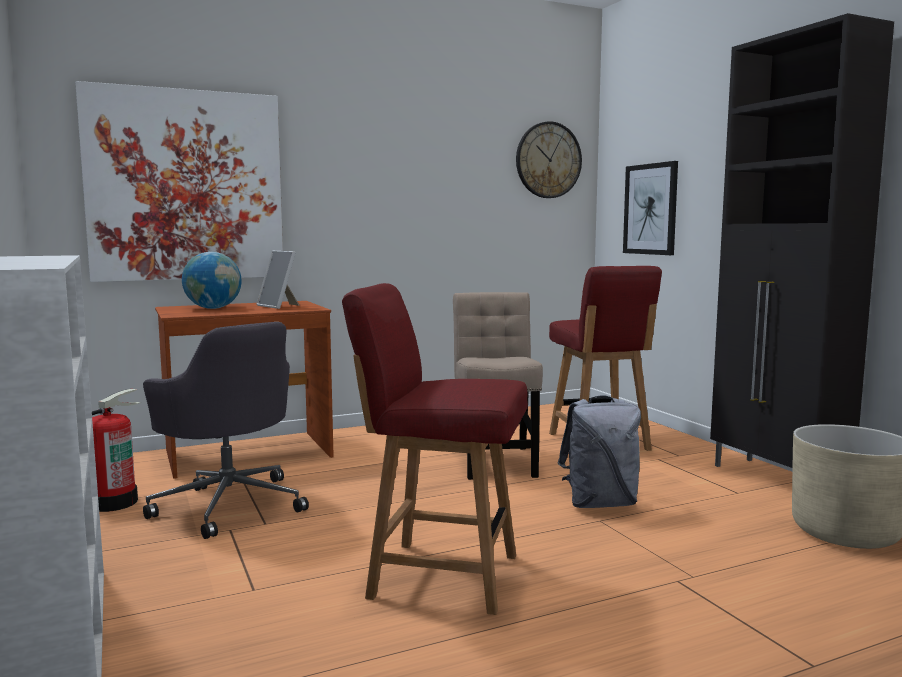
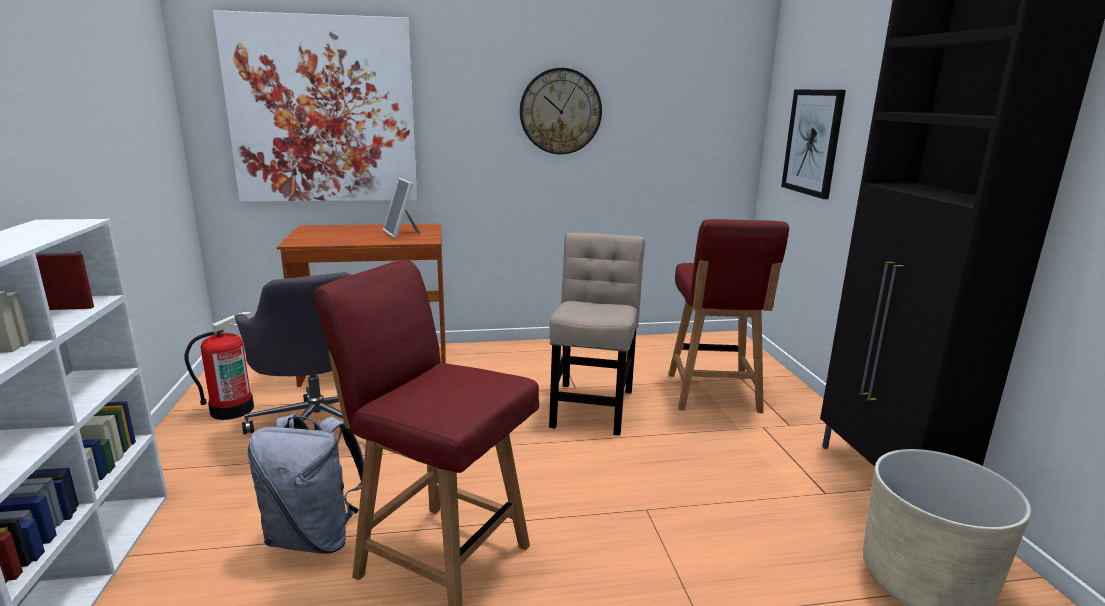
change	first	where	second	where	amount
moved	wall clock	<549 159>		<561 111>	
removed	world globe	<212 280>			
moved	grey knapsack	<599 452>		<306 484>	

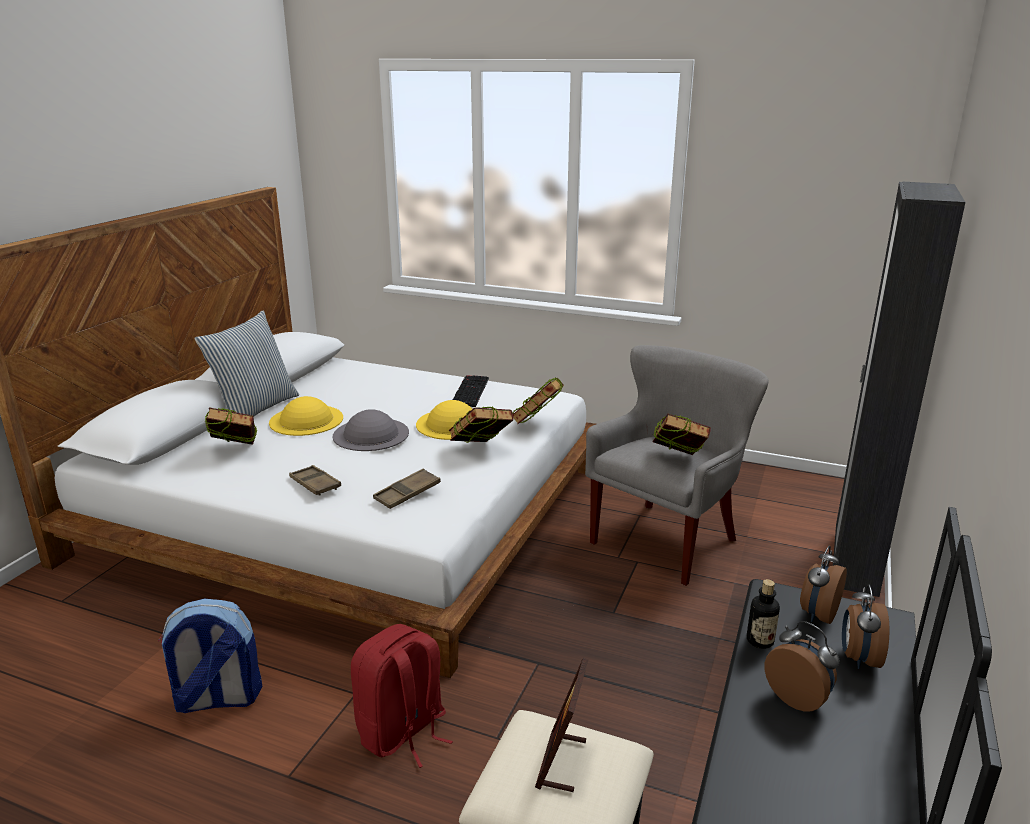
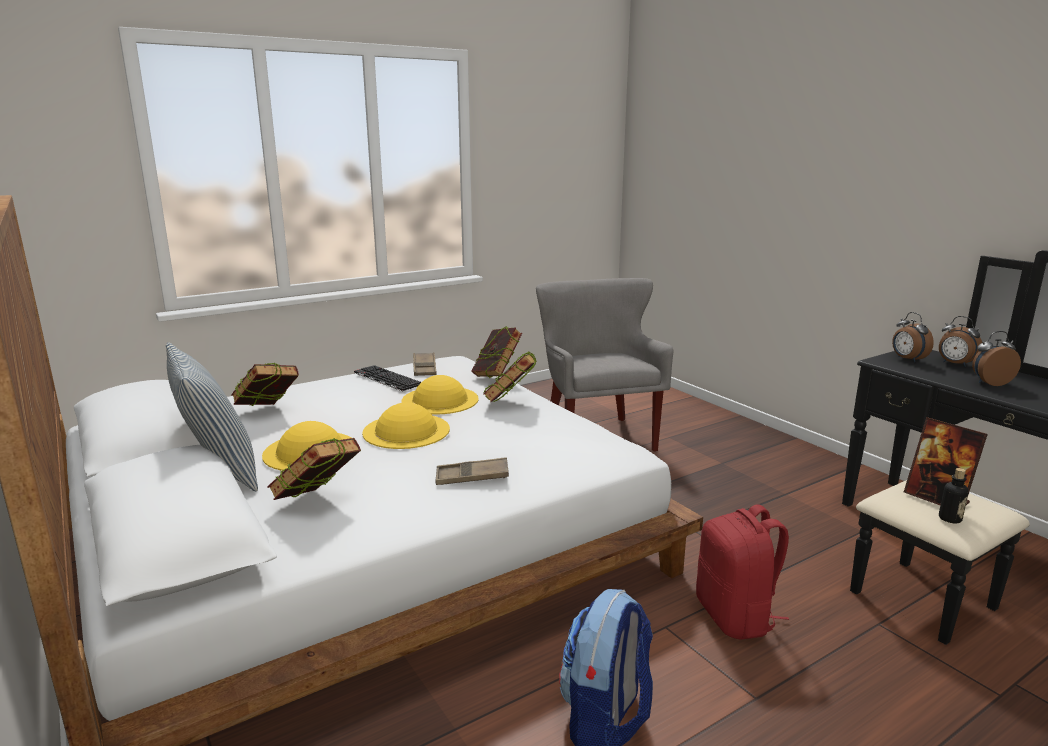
change	first	where	second	where	amount
removed	black-coloured clothes cupboard	<899 389>			
recoloured	grey wearable hat	<371 430>	yellow wearable hat	<406 425>	
moved	volume	<682 434>		<265 384>	
moved	brown-coloured carrying tray	<407 488>		<425 364>	
moved	beverage bottle	<763 614>		<954 495>	

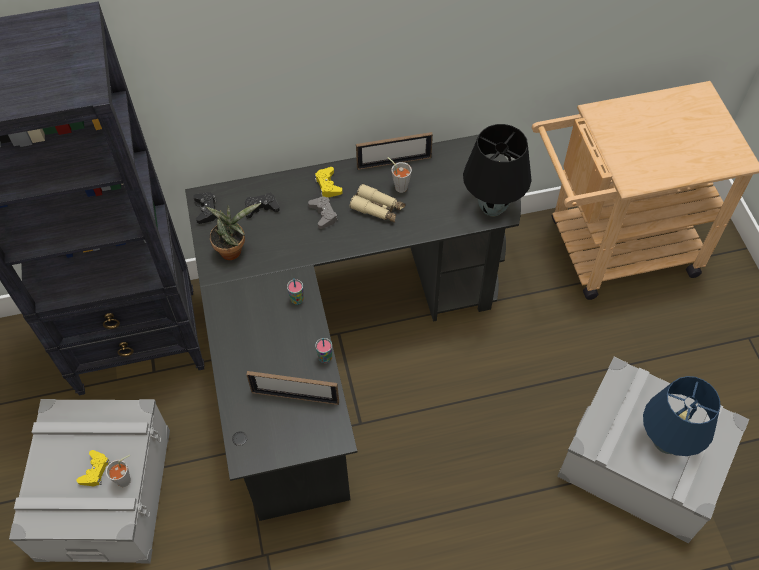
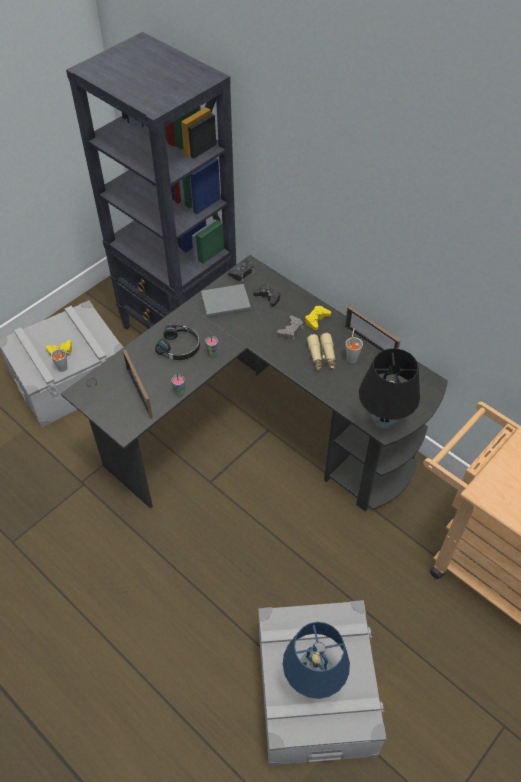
change	first	where	second	where	amount
replaced	houseplant	<233 231>	grey volume	<226 301>	
added			black-coloured pair of headphones	<177 342>	

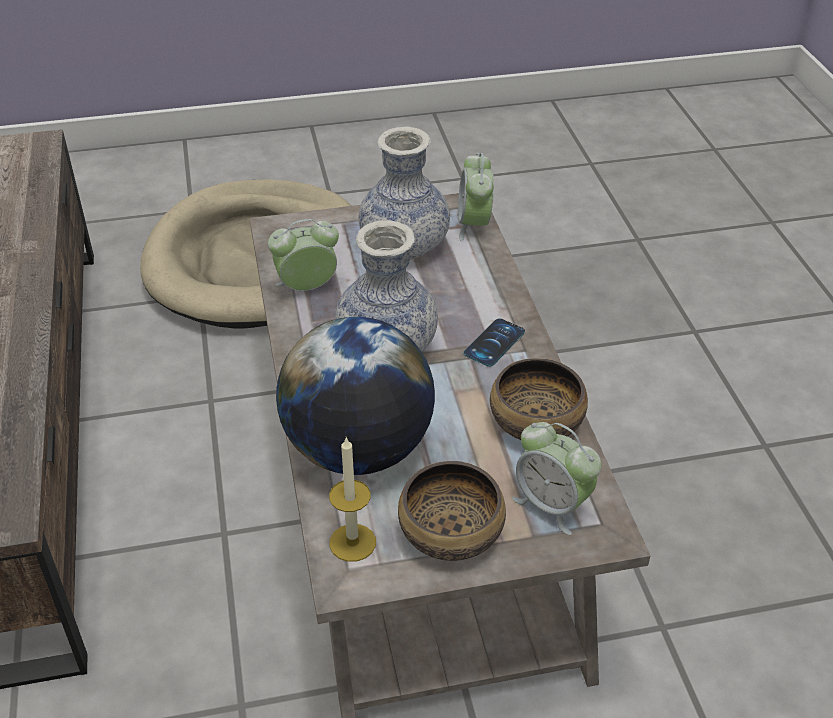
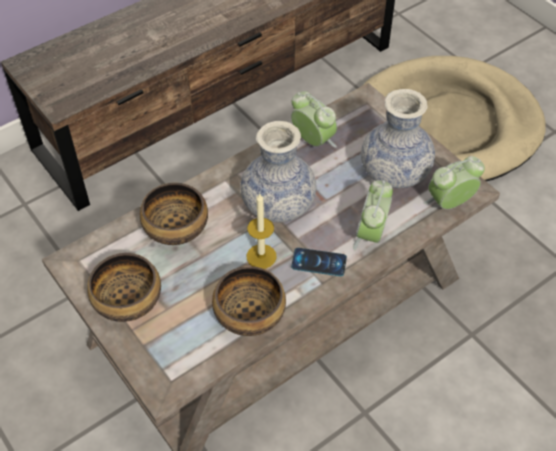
change	first	where	second	where	amount
replaced	world globe	<355 396>	serving bowl	<174 214>	
moved	alarm clock	<556 478>		<373 215>	
moved	wax light	<352 499>		<262 231>	

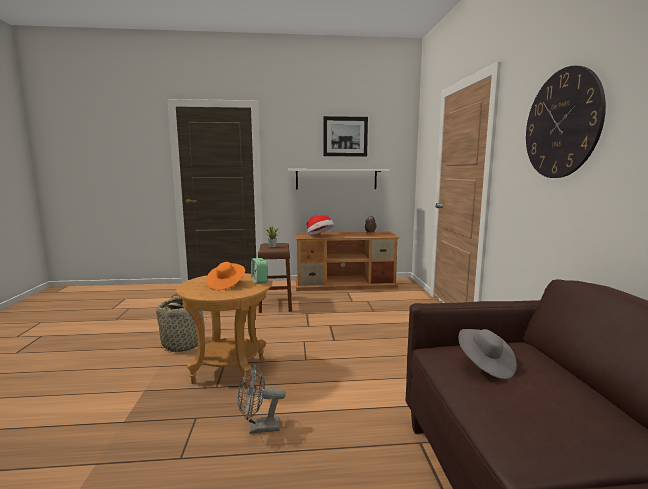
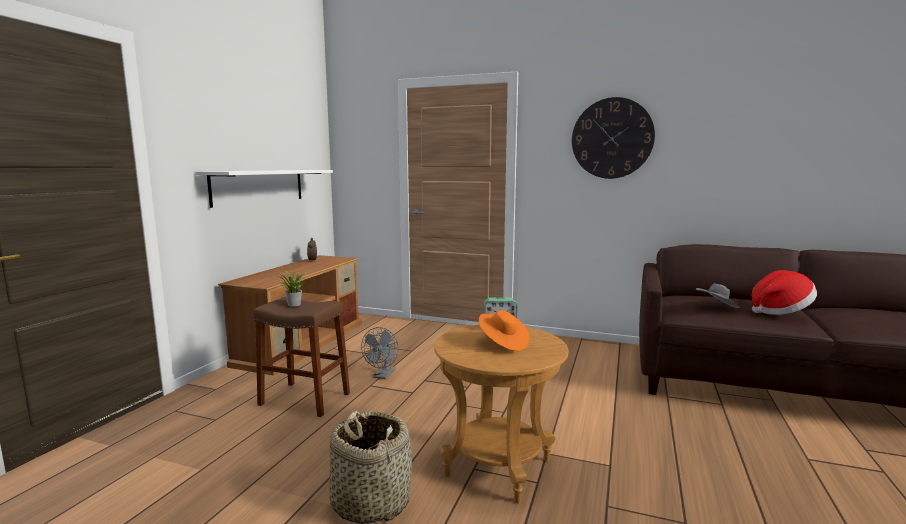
change	first	where	second	where	amount
removed	wall picture	<345 136>			
moved	wearable hat	<320 225>		<784 292>	
moved	grey cooling fan	<262 399>		<380 353>	

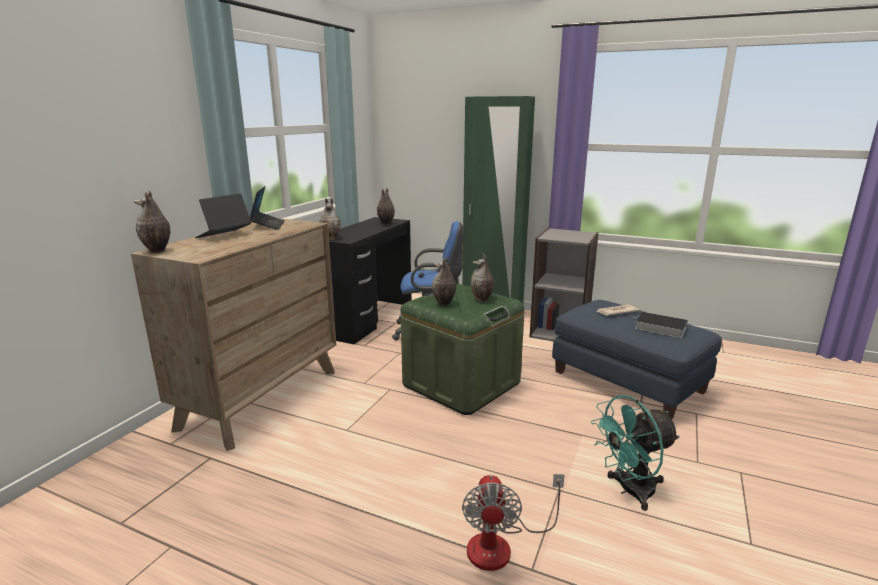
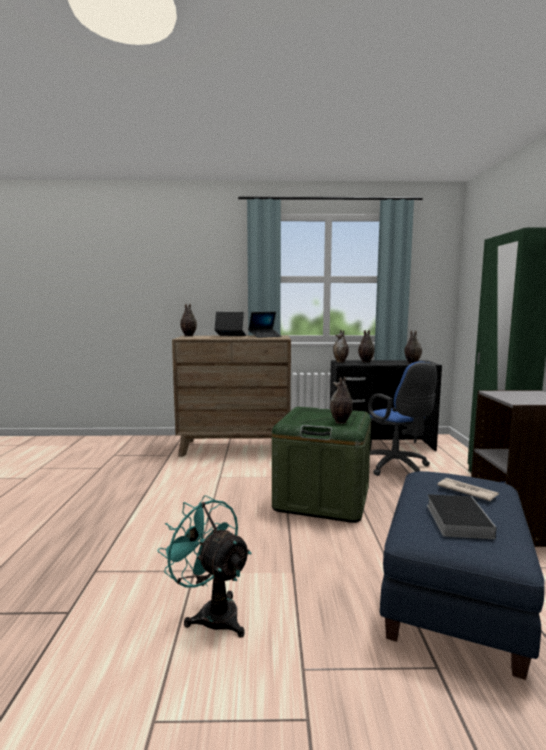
change	first	where	second	where	amount
moved	decorative vase	<444 281>		<366 346>	
removed	cooling fan	<513 522>			

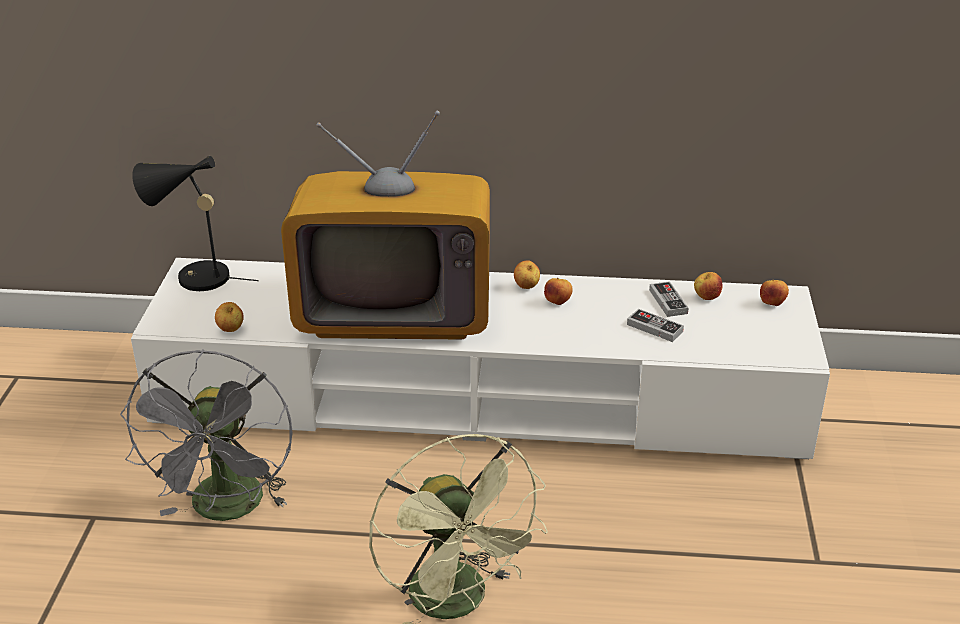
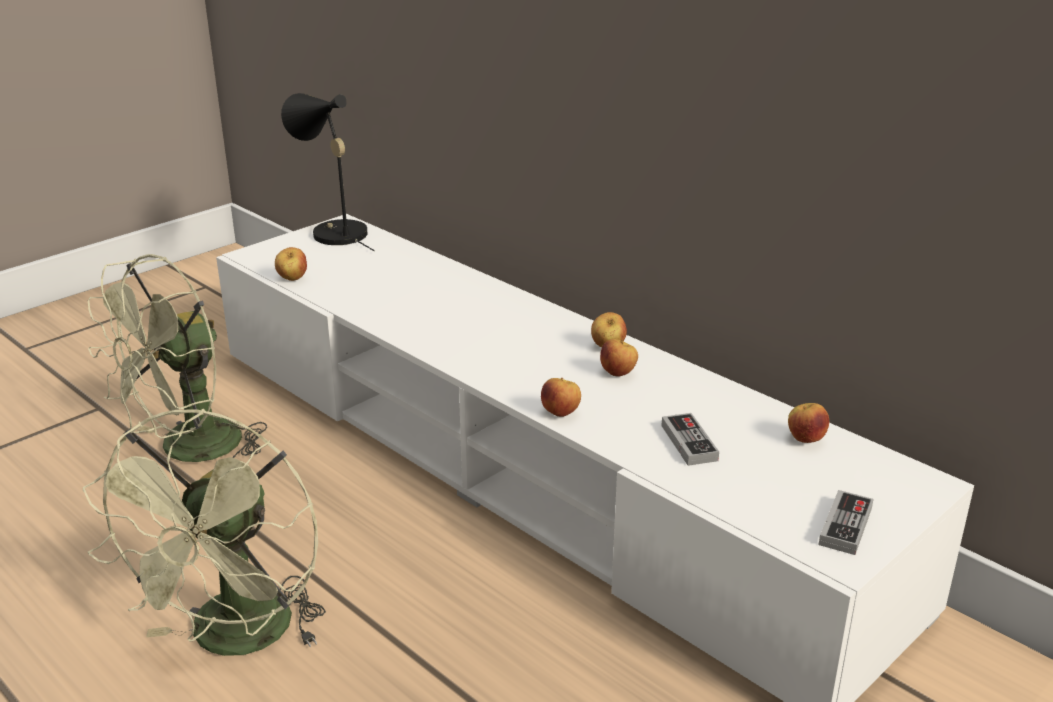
change	first	where	second	where	amount
removed	television	<385 225>			
moved	apple fruit	<774 293>		<561 397>	
moved	joypad	<669 299>		<845 522>	
recoloured	grey cooling fan	<206 435>	greenish cooling fan	<177 358>	

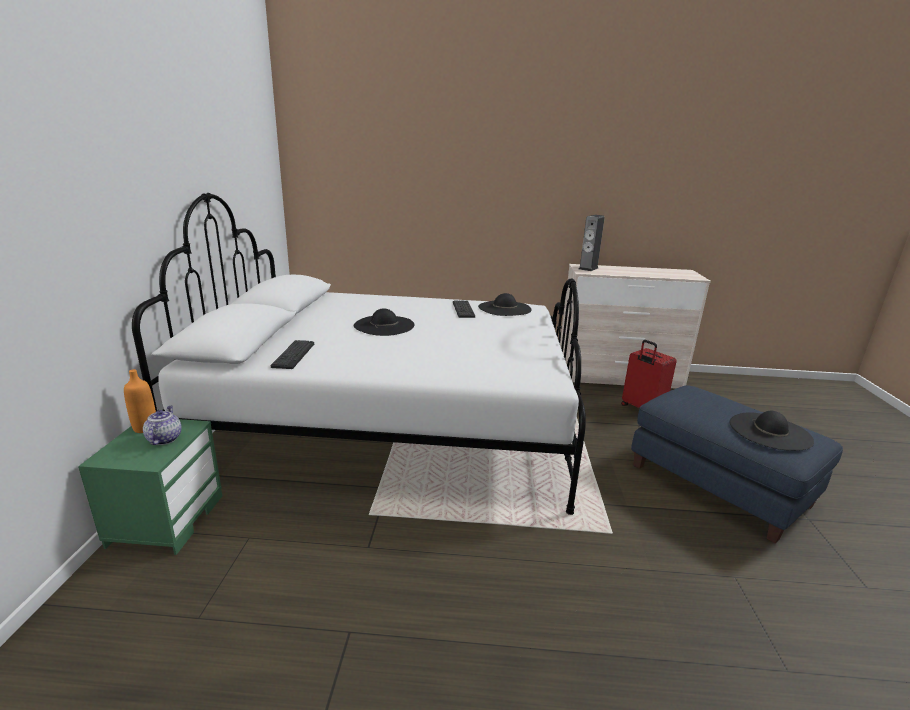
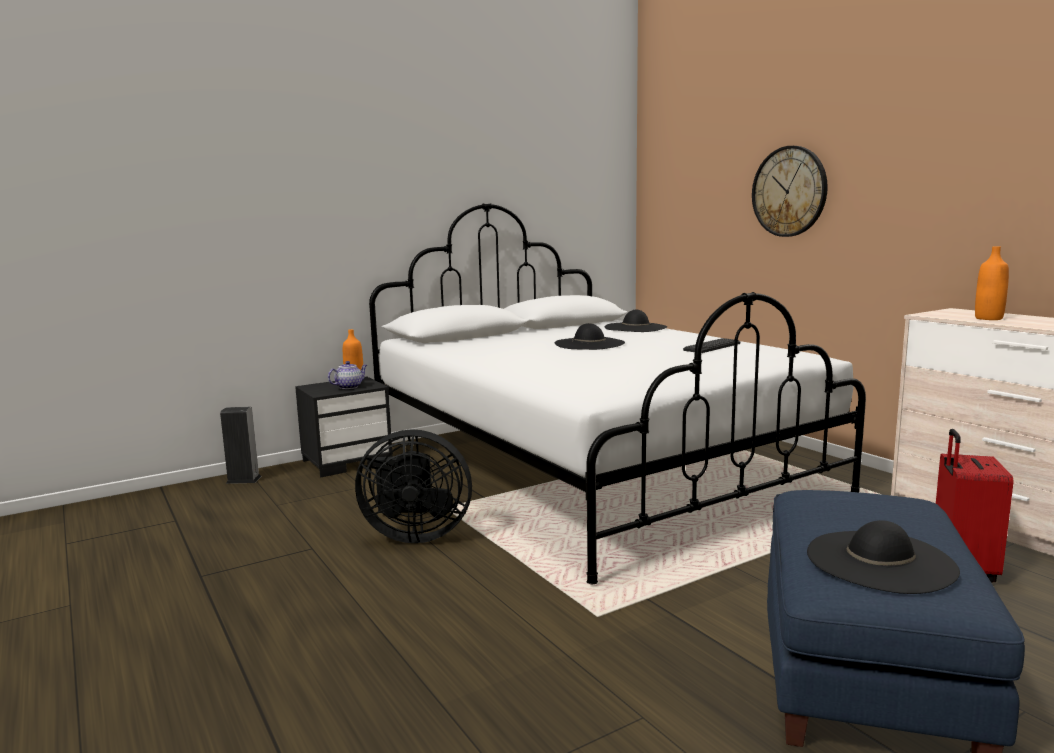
change	first	where	second	where	amount
moved	loudspeaker	<592 243>		<240 445>	
moved	black-coloured wearable hat	<505 304>		<636 321>	
removed	keyboard	<292 354>			
recoloured	greenish nightstand	<150 487>	black-coloured nightstand	<344 427>	
added			wall clock	<790 191>	
added			orange beverage bottle	<992 283>	
added			black-coloured cooling fan	<413 486>	

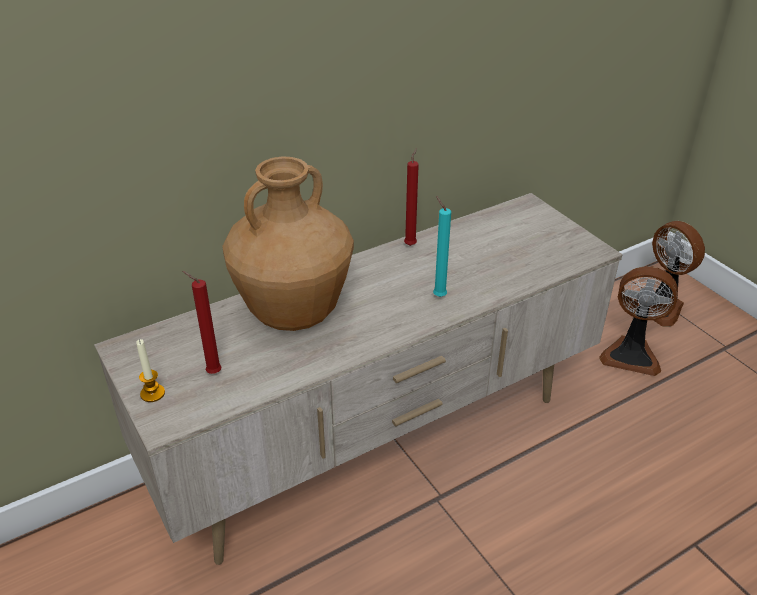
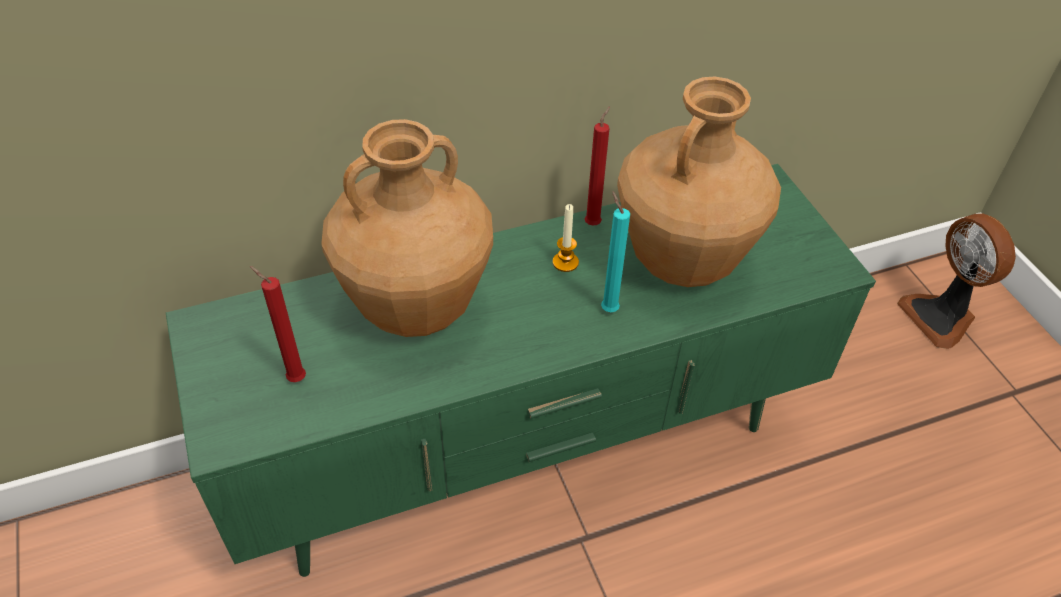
change	first	where	second	where	amount
recoloured	beige media console	<358 379>	greenish media console	<521 370>	
removed	cooling fan	<638 321>			
moved	wax light	<150 370>		<566 238>	
added			brown-coloured decorative vase	<699 182>	

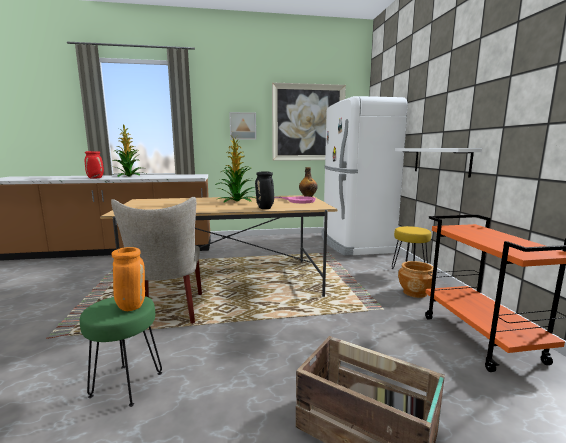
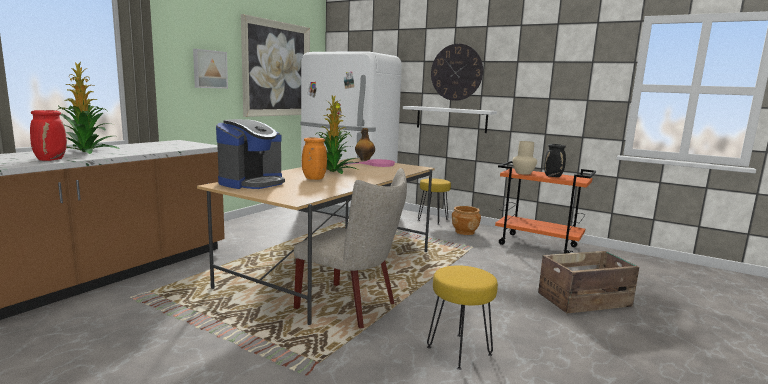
change	first	where	second	where	amount
moved	black-coloured decorative vase	<264 190>		<555 160>	
moved	orange decorative vase	<128 279>		<314 158>	
recoloured	greenish stool	<121 351>	yellow stool	<462 317>	
added			wall clock	<457 72>	
added			coffee maker	<250 154>	
added			beige decorative vase	<524 158>	

